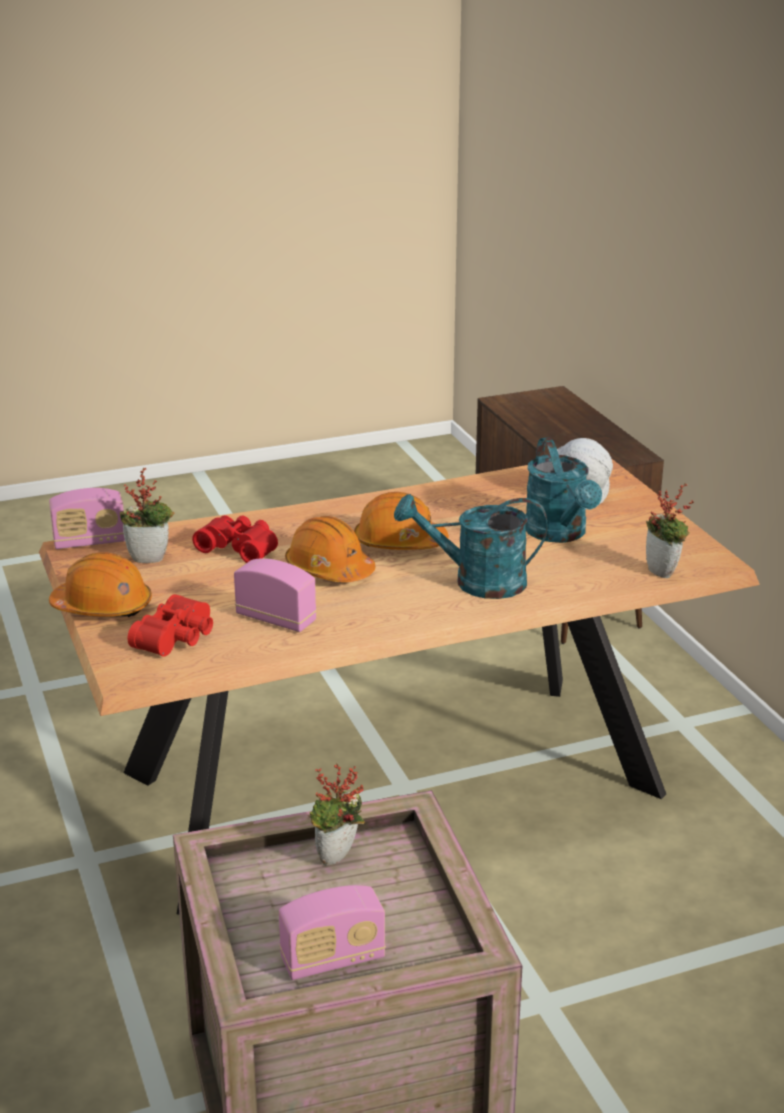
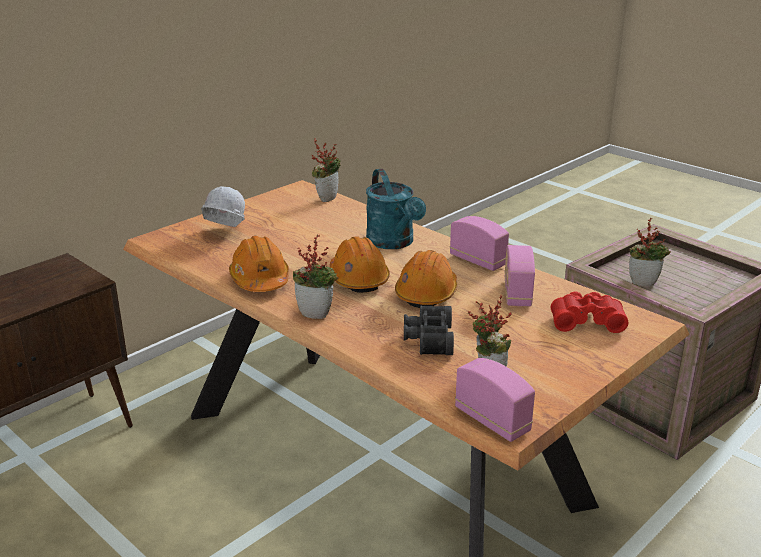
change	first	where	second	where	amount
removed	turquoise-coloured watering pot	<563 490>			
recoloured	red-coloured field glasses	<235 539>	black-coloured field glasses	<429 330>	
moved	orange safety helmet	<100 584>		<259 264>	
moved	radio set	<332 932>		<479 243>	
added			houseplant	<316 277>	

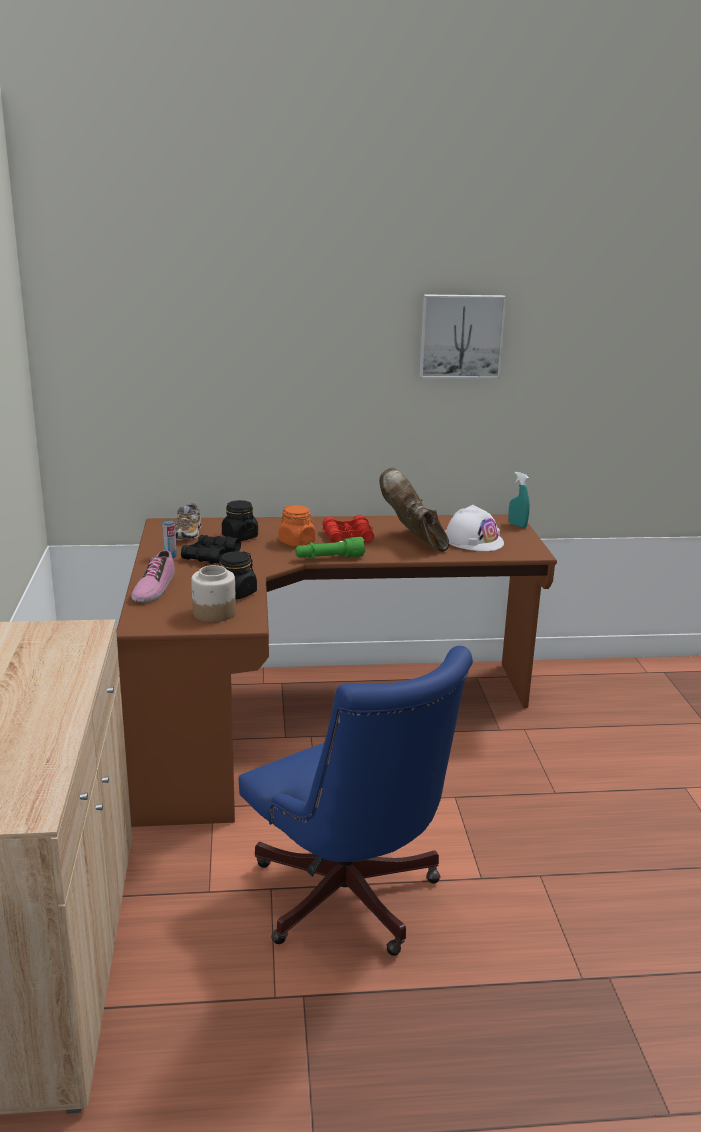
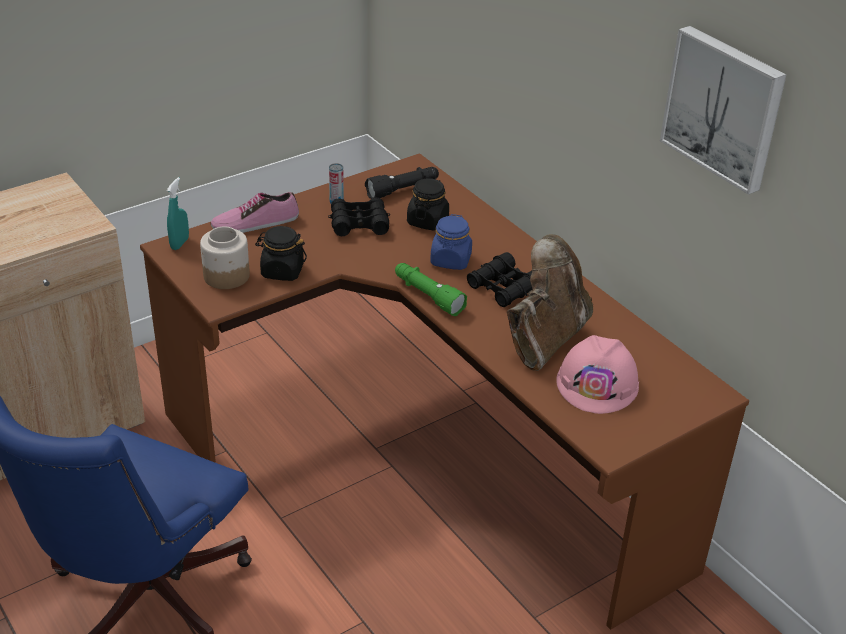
change	first	where	second	where	amount
moved	turquoise-coloured sprayer	<519 500>		<178 213>	
replaced	low shoe	<188 521>	black-coloured torch	<402 183>	
recoloured	orange jar	<297 526>	blue-coloured jar	<451 242>	
recoloured	white safety helmet	<474 528>	pink safety helmet	<597 374>	
recoloured	red-coloured field glasses	<348 529>	black-coloured field glasses	<499 279>	

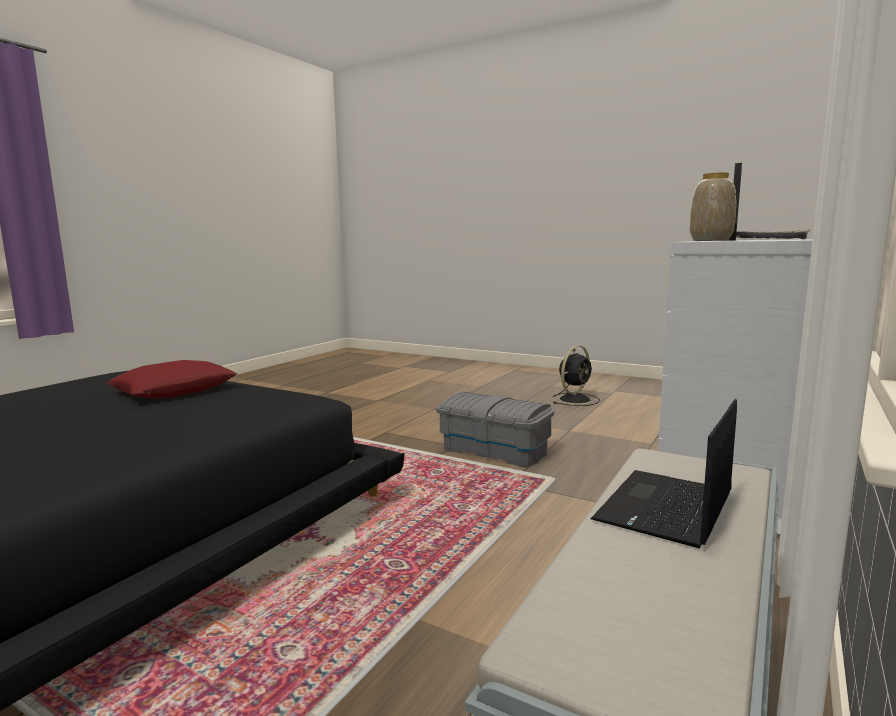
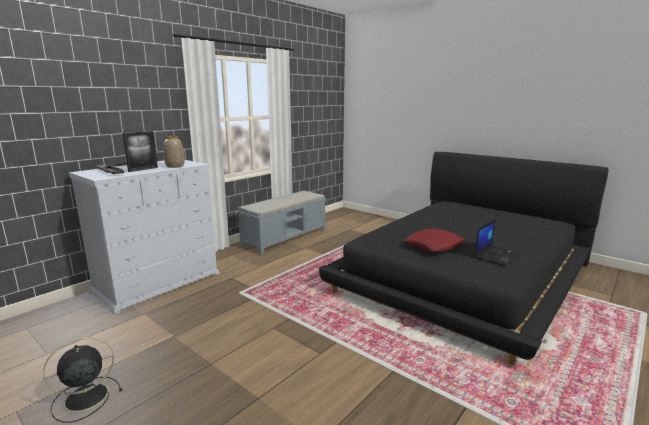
change	first	where	second	where	amount
removed	grey storage container	<495 429>			
moved	notebook computer	<664 474>		<498 242>	

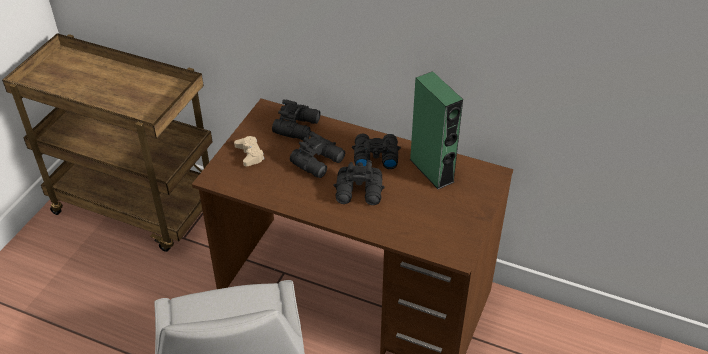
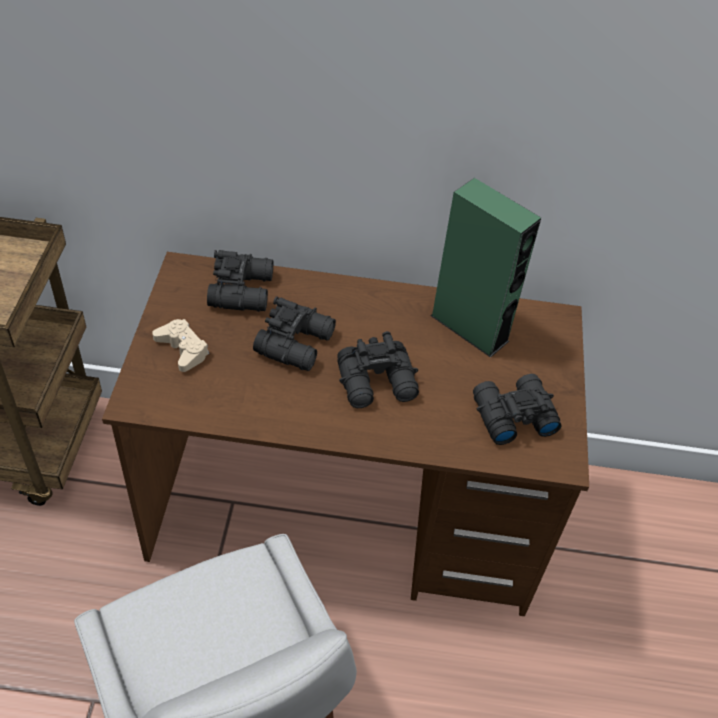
change	first	where	second	where	amount
moved	black-coloured field glasses	<376 151>		<517 409>	

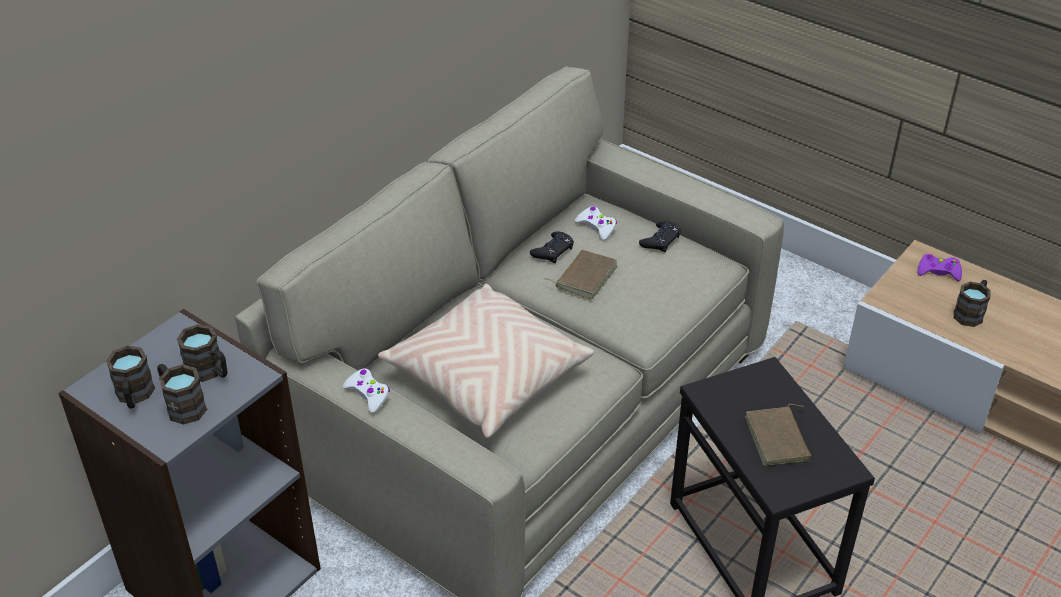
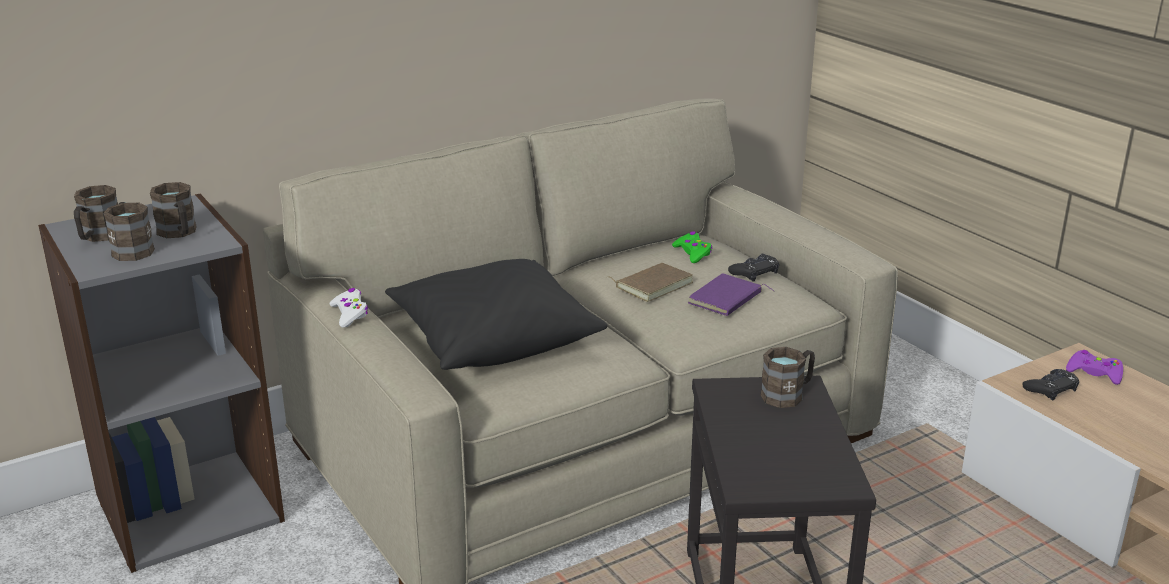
change	first	where	second	where	amount
recoloured	white joypad	<596 223>	greenish joypad	<692 247>	
moved	black-coloured joypad	<552 247>		<1051 384>	
moved	brown-coloured tea mug	<972 303>		<787 377>	
recoloured	beige throw pillow	<486 360>	black-coloured throw pillow	<496 314>	
removed	brown-coloured volume	<778 435>			
added			purple volume	<731 294>	

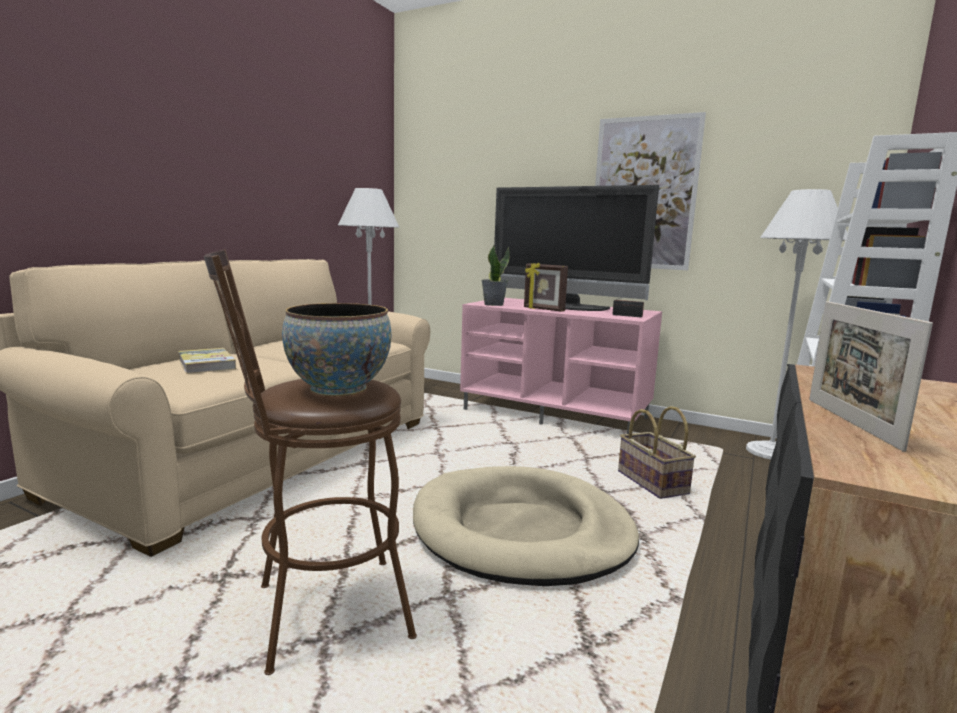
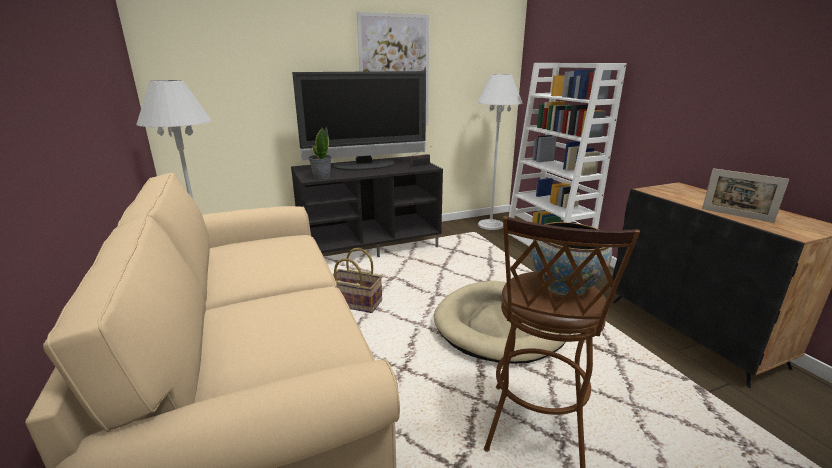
change	first	where	second	where	amount
removed	standing frame	<546 286>			
recoloured	pink media console	<561 366>	black-coloured media console	<367 206>	
removed	volume	<207 361>			
moved	basket	<657 452>		<357 280>	

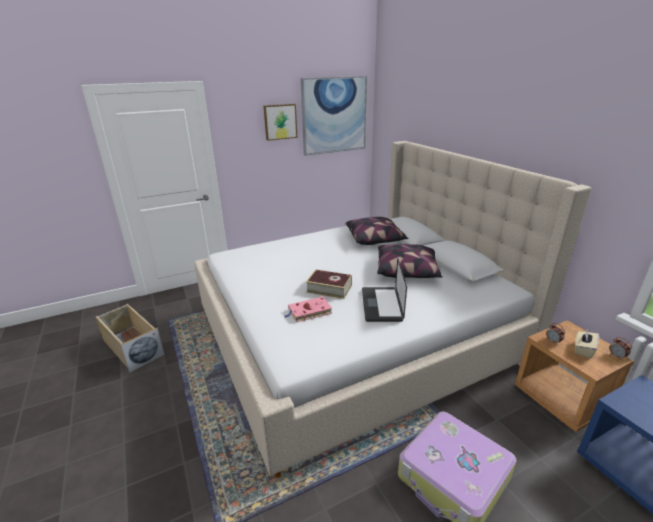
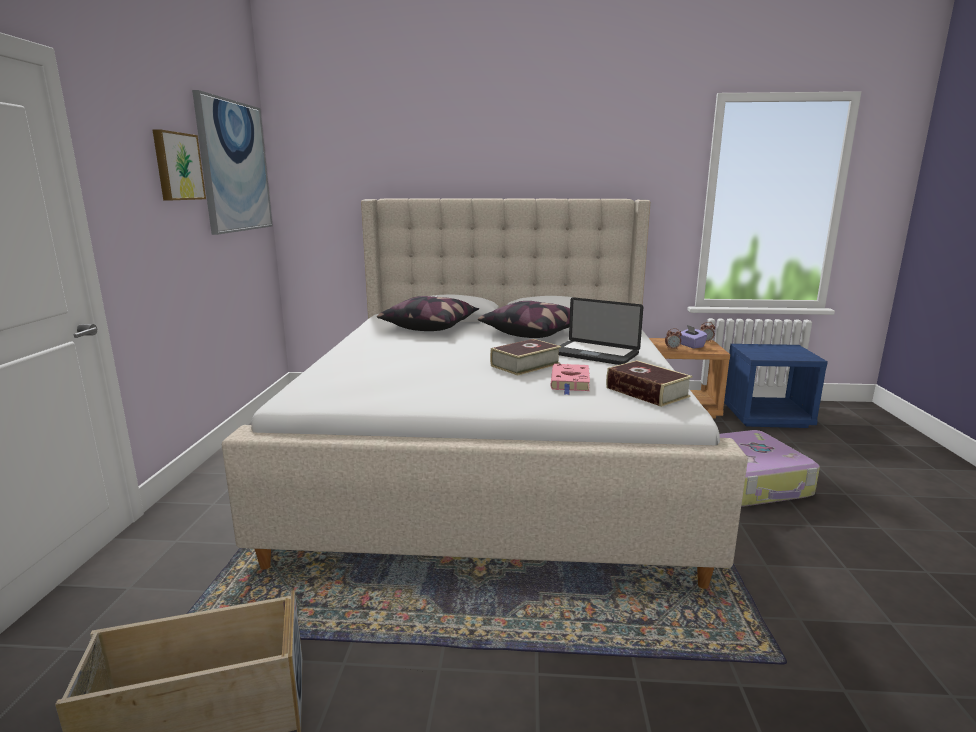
change	first	where	second	where	amount
recoloured	beige tissue holder	<587 343>	purple tissue holder	<694 336>	
added			volume	<649 383>	

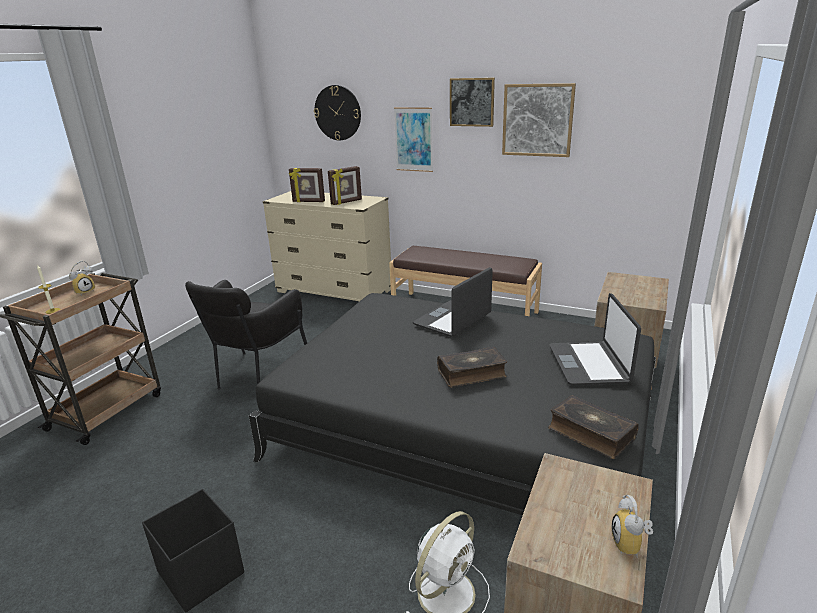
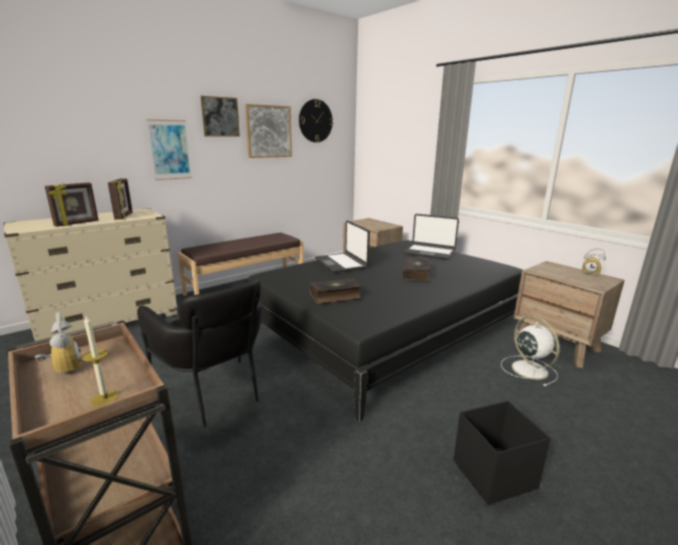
change	first	where	second	where	amount
moved	wall clock	<337 112>		<316 120>	
moved	volume	<593 427>		<335 291>	

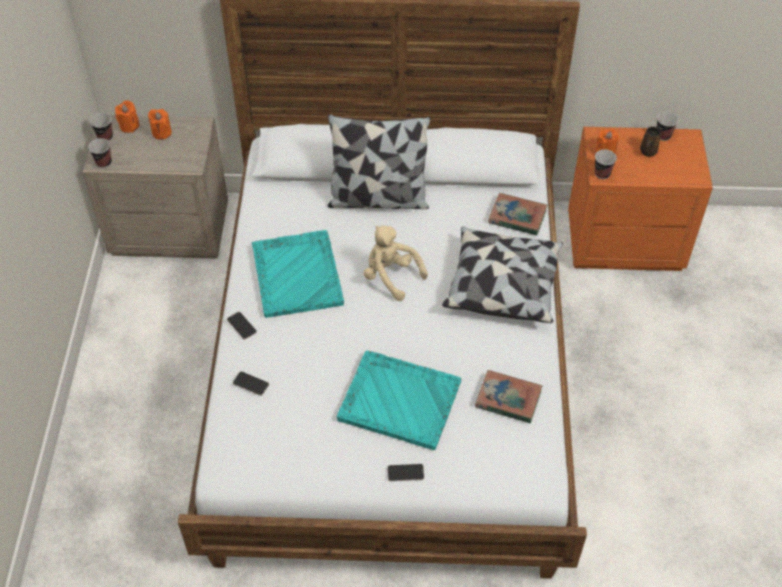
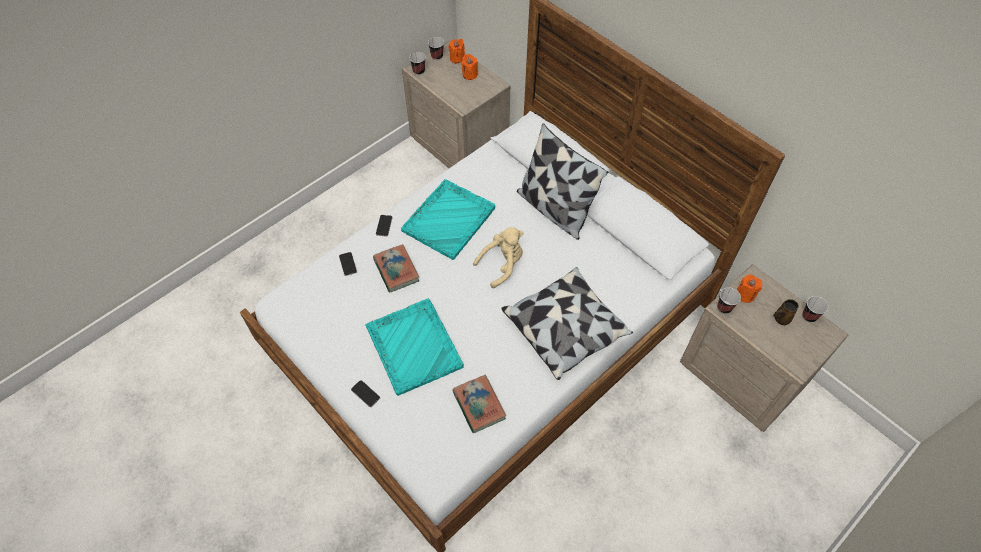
change	first	where	second	where	amount
recoloured	orange nightstand	<640 199>	beige nightstand	<764 348>	
moved	volume	<517 214>		<396 268>	
turned	beige plush toy	<396 263>		<498 257>	60 degrees clockwise

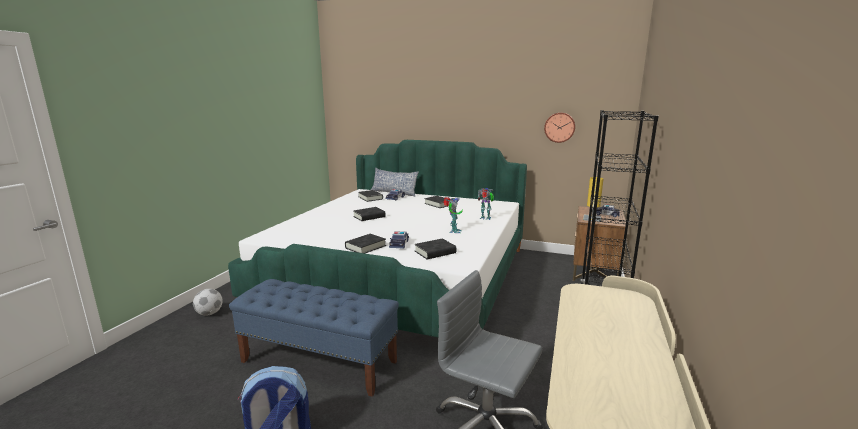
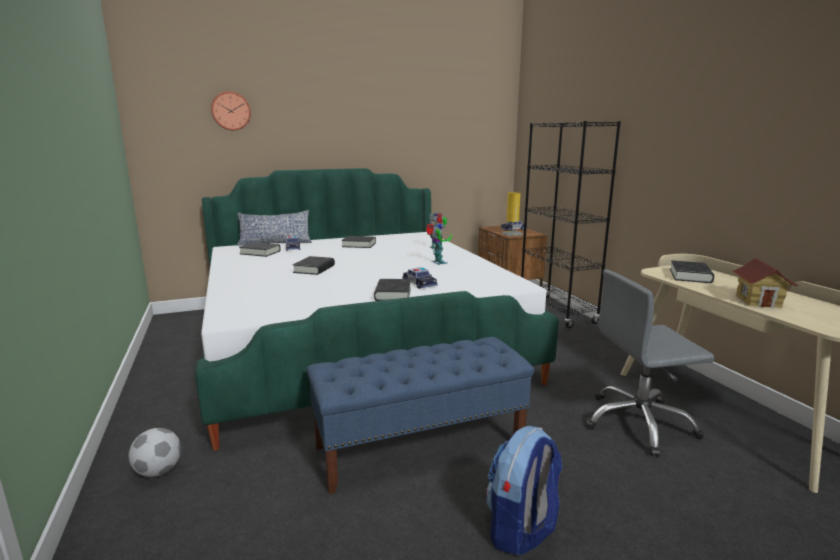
change	first	where	second	where	amount
moved	wall clock	<559 127>		<231 110>	
moved	black-coloured volume	<435 248>		<692 271>	
added			model house	<765 283>	

